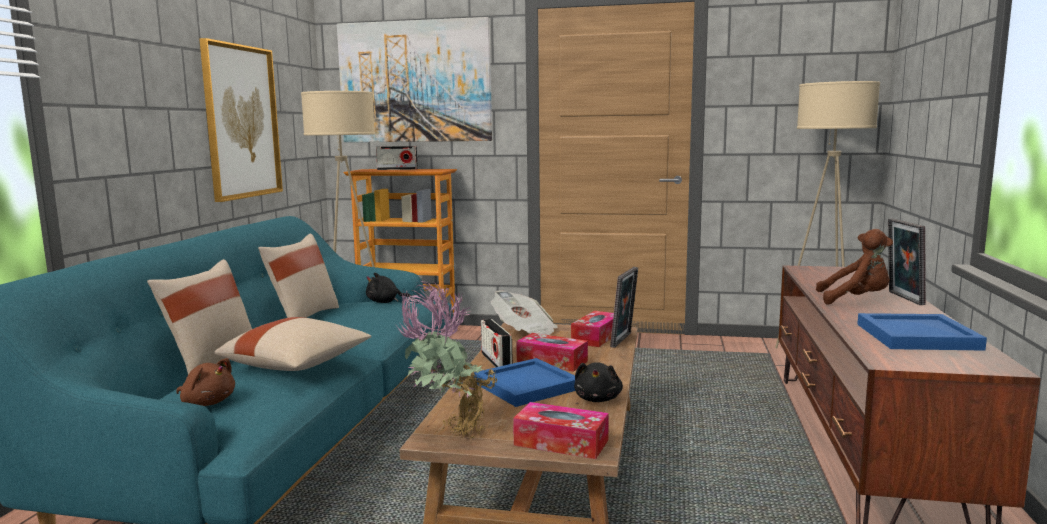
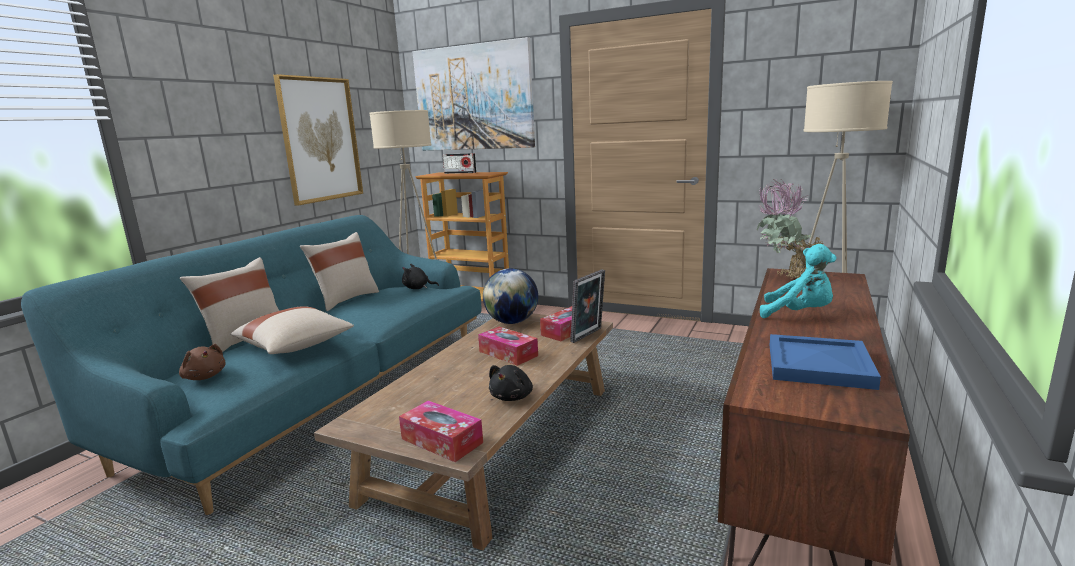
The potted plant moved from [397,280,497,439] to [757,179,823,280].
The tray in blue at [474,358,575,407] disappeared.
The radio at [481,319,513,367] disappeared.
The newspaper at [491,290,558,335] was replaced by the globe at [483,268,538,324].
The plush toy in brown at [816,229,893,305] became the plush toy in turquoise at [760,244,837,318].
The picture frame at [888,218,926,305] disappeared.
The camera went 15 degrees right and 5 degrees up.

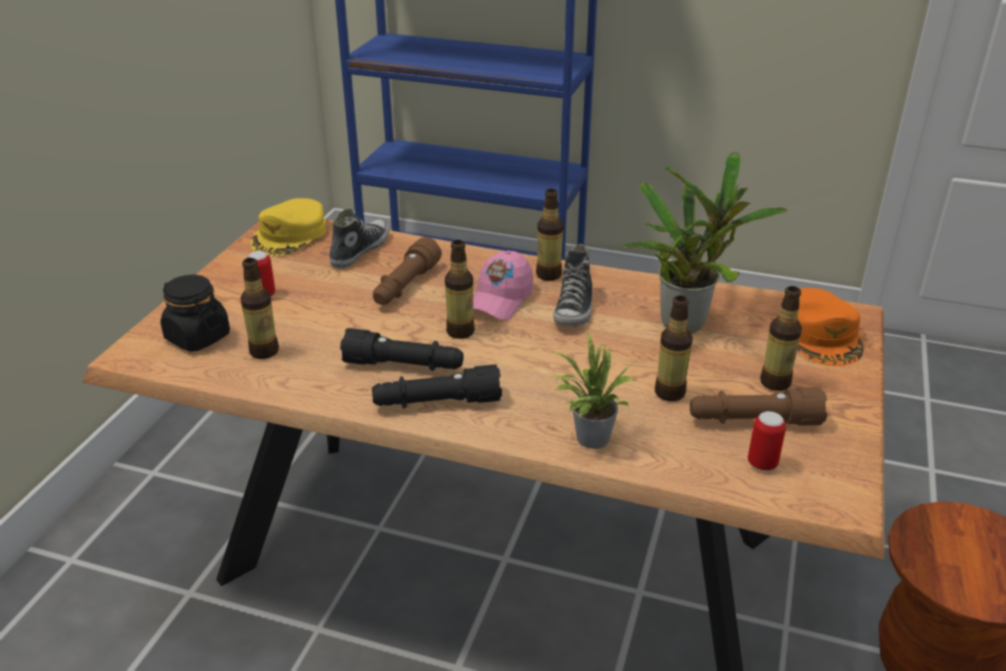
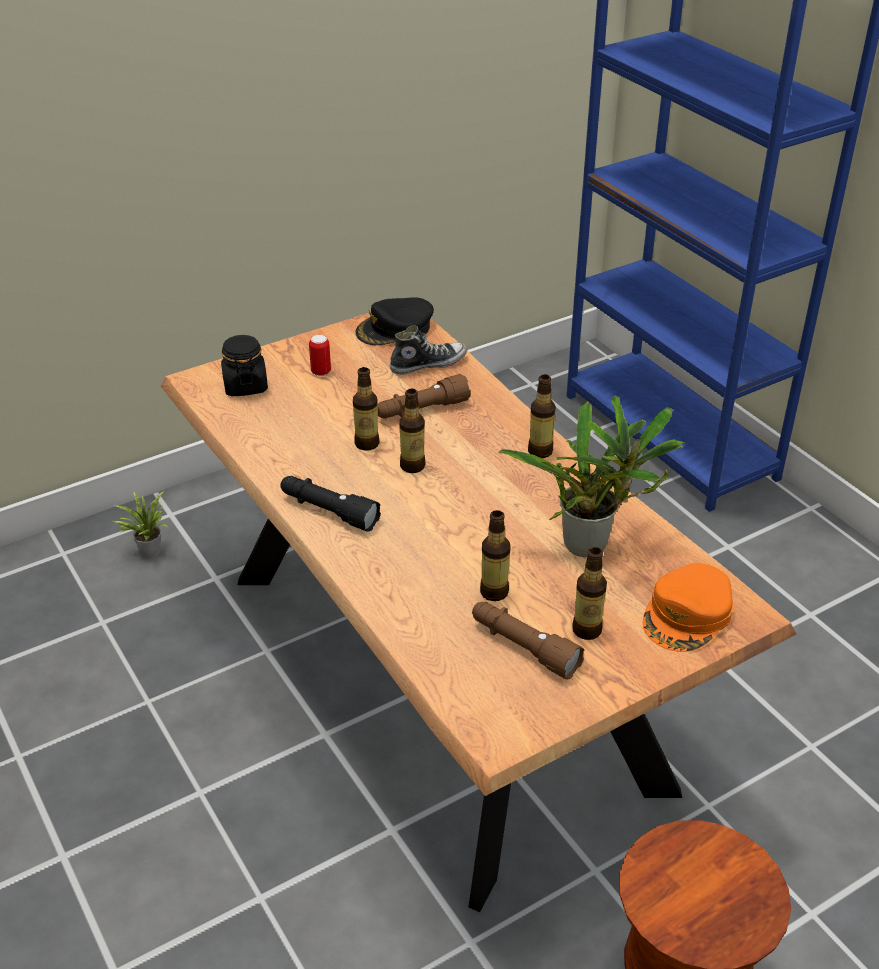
The bottle moved from [240,258,279,359] to [353,367,379,451].
The cap in yellow at [251,198,326,257] became the cap in black at [356,297,434,345].
The flashlight in black at [340,328,464,371] disappeared.
The cap in pink at [473,251,533,320] disappeared.
The potted plant moved from [551,332,636,449] to [113,490,167,558].
The shoe at [553,244,593,327] disappeared.
The can at [748,411,786,471] disappeared.
The camera went 40 degrees right and 5 degrees up.

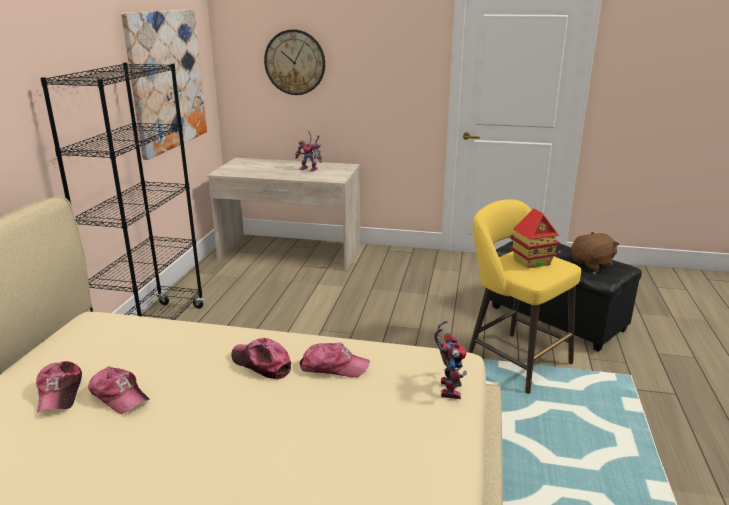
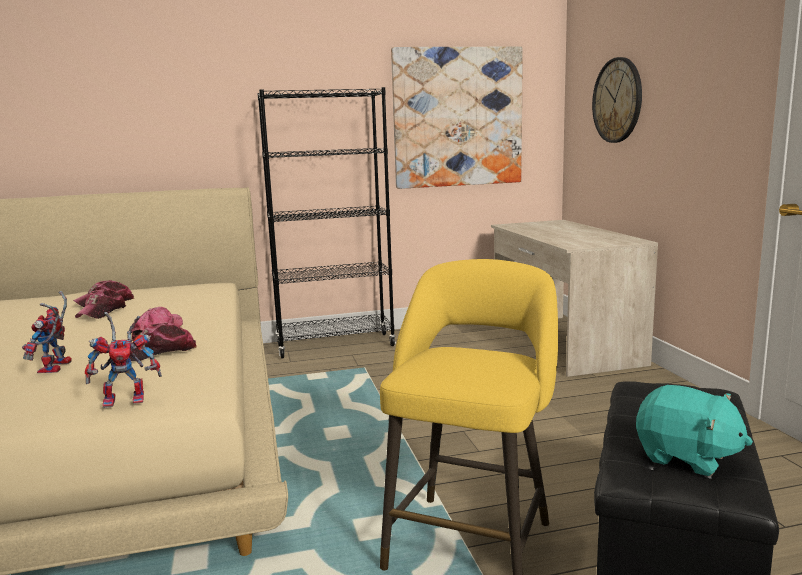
The toy robot moved from [295,131,322,172] to [22,291,72,373].
The cap at [299,342,370,377] turned 75 degrees clockwise.
The toy house at [510,209,560,268] disappeared.
The plush toy in brown at [571,232,619,271] became the plush toy in turquoise at [636,385,753,476].
The camera went 65 degrees right and 10 degrees down.

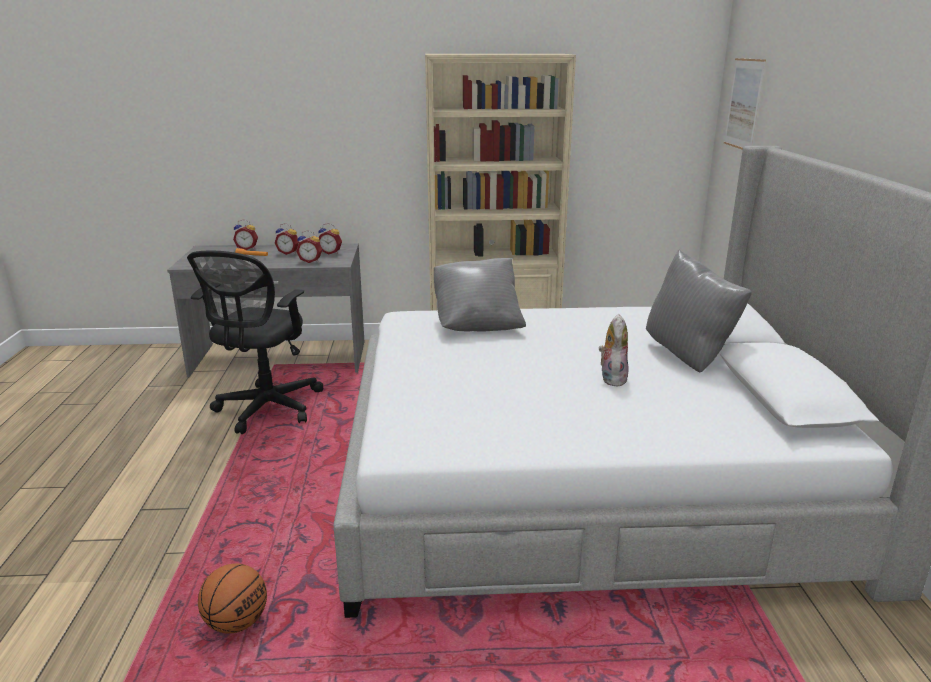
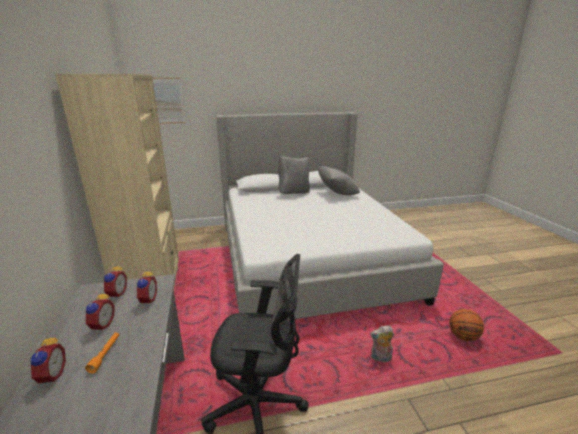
The pillow in grey moved from [434,258,526,332] to [318,166,360,195].
The plush toy moved from [599,314,628,387] to [370,326,394,362].
The camera went 100 degrees left and 0 degrees up.

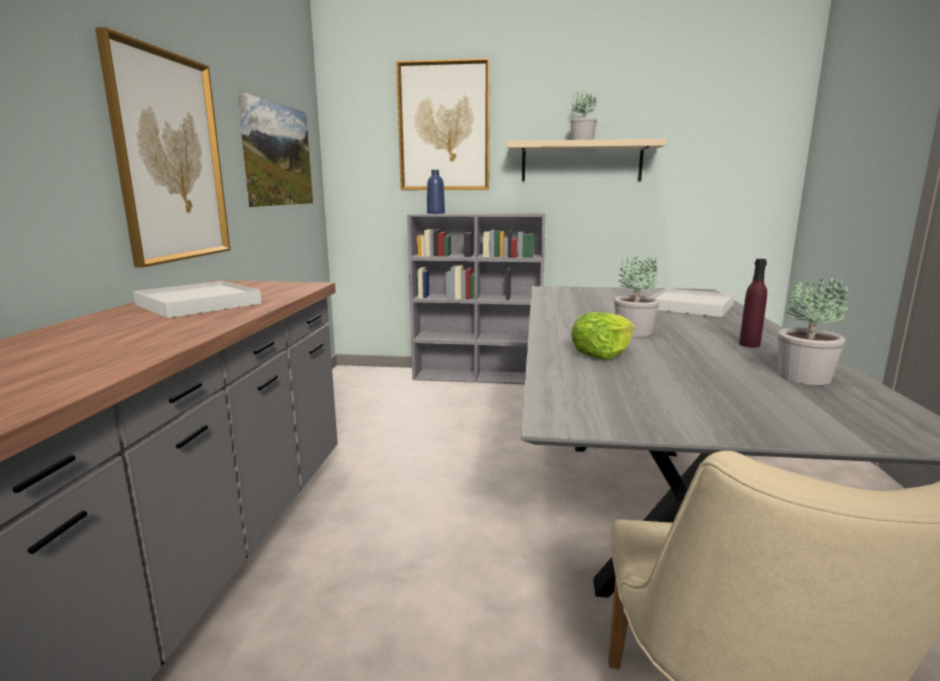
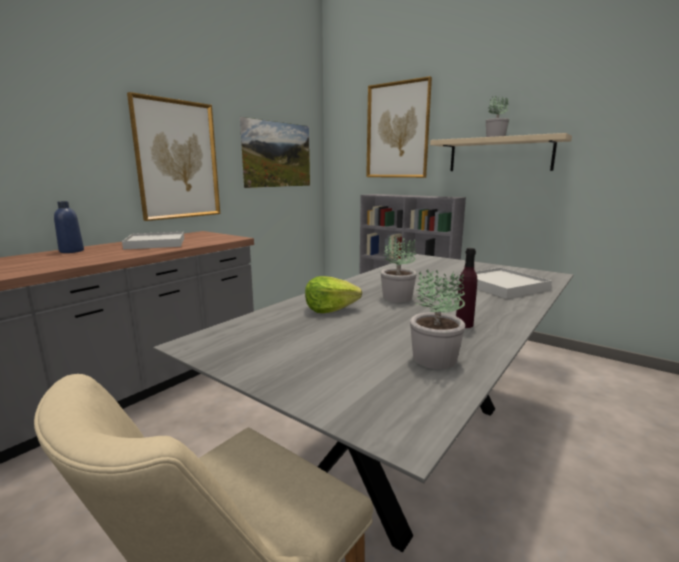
The bottle in blue moved from [427,170,445,214] to [54,201,84,253].
The camera went 30 degrees right and 0 degrees up.

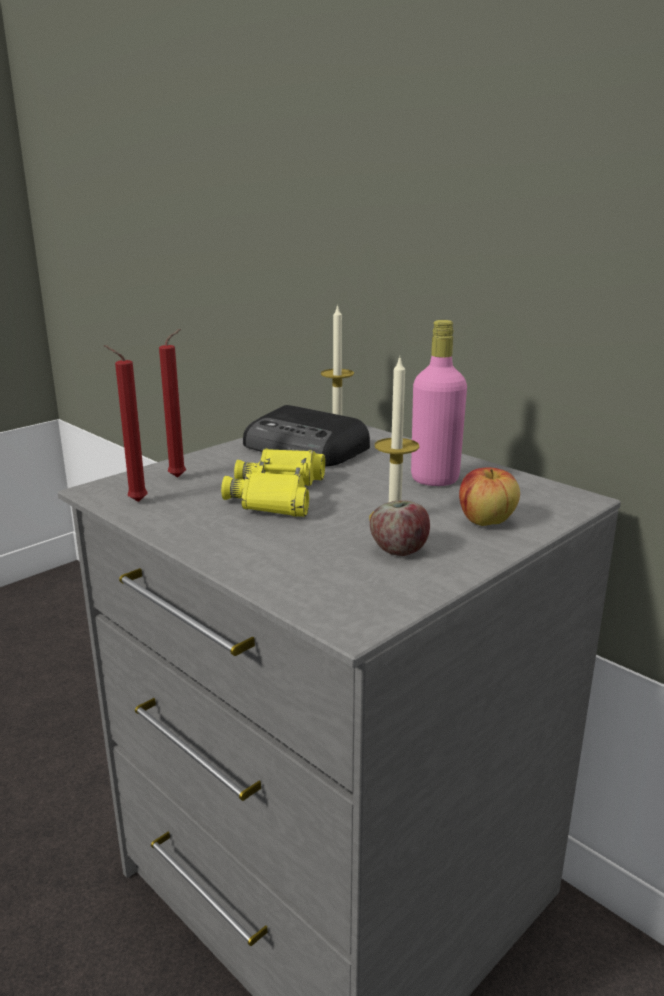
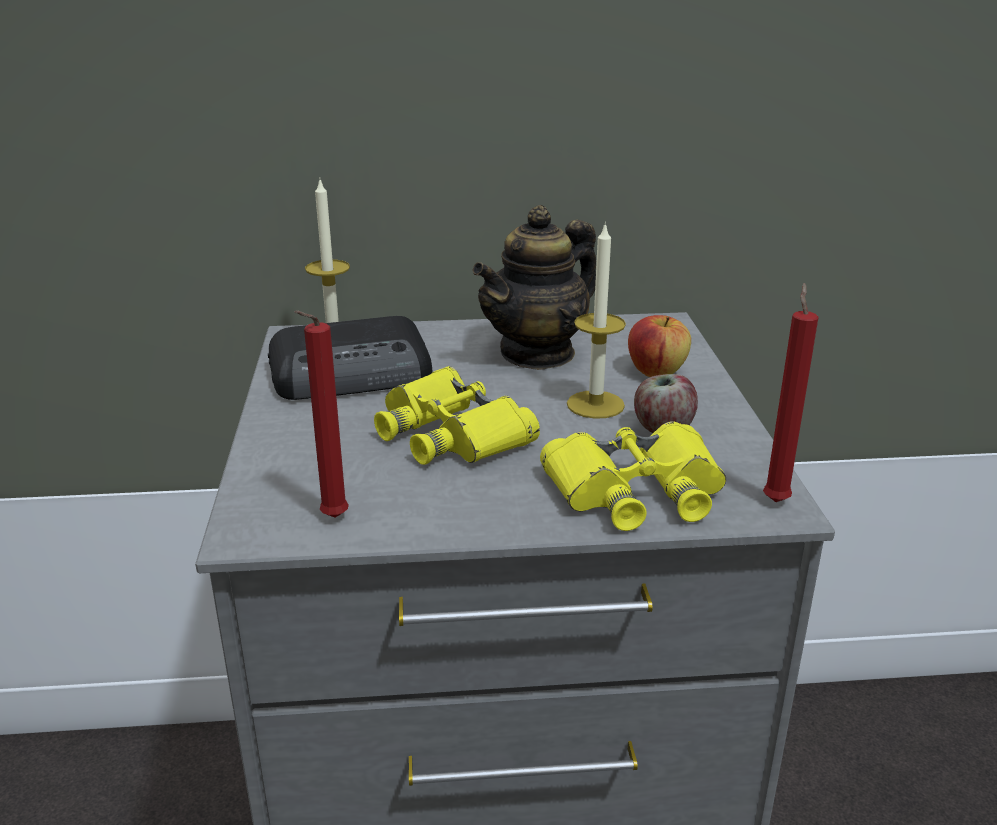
The candle in red moved from [159,329,186,478] to [763,283,818,502].
The bottle in pink at [411,320,467,486] was replaced by the teapot at [472,205,596,370].
The binoculars in yellow at [540,421,726,531] appeared.
The camera went 50 degrees left and 5 degrees up.

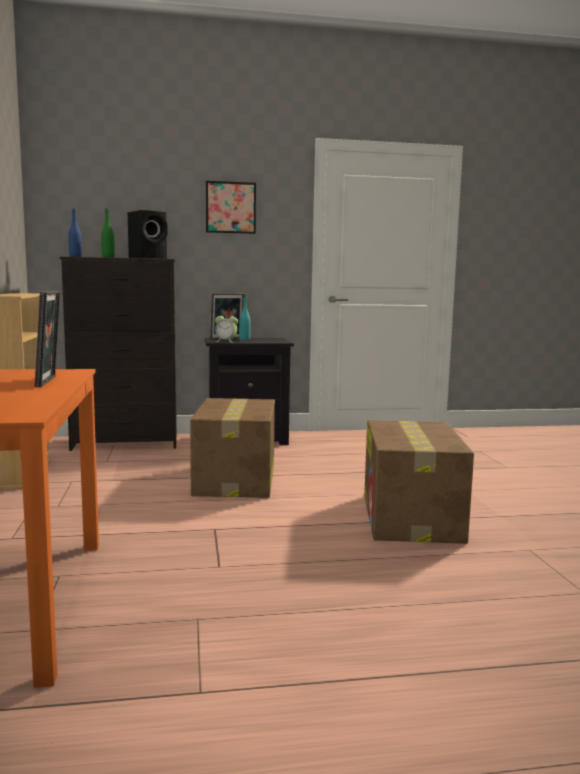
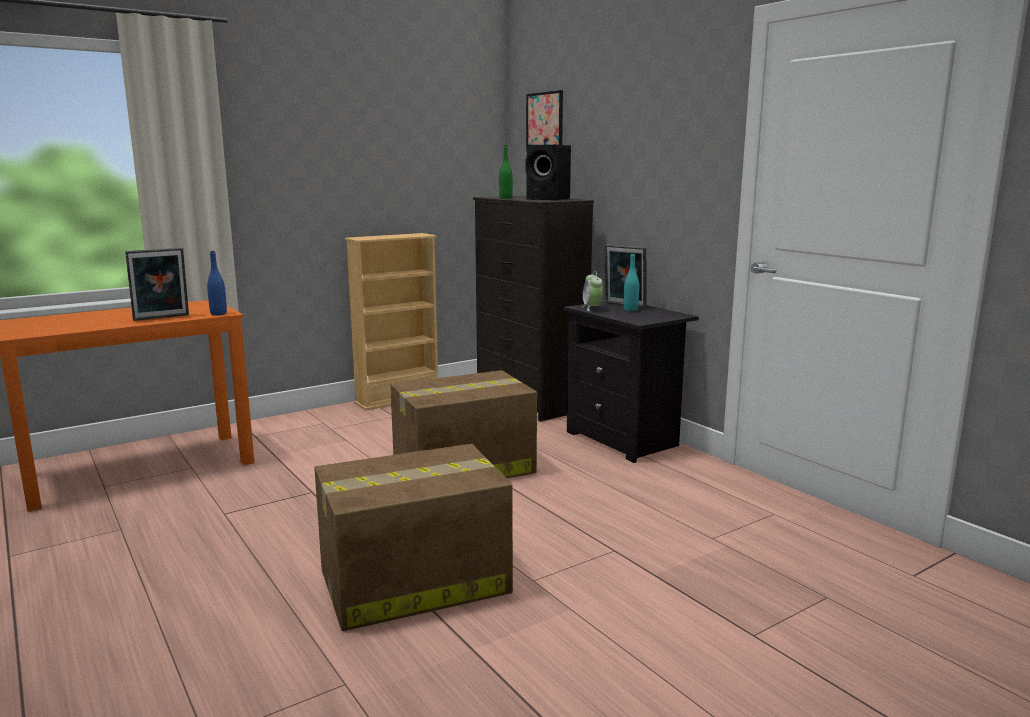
The bottle in blue moved from [68,209,82,257] to [207,251,227,315].
The picture moved from [206,181,256,234] to [526,90,563,152].
The camera went 65 degrees right and 5 degrees up.

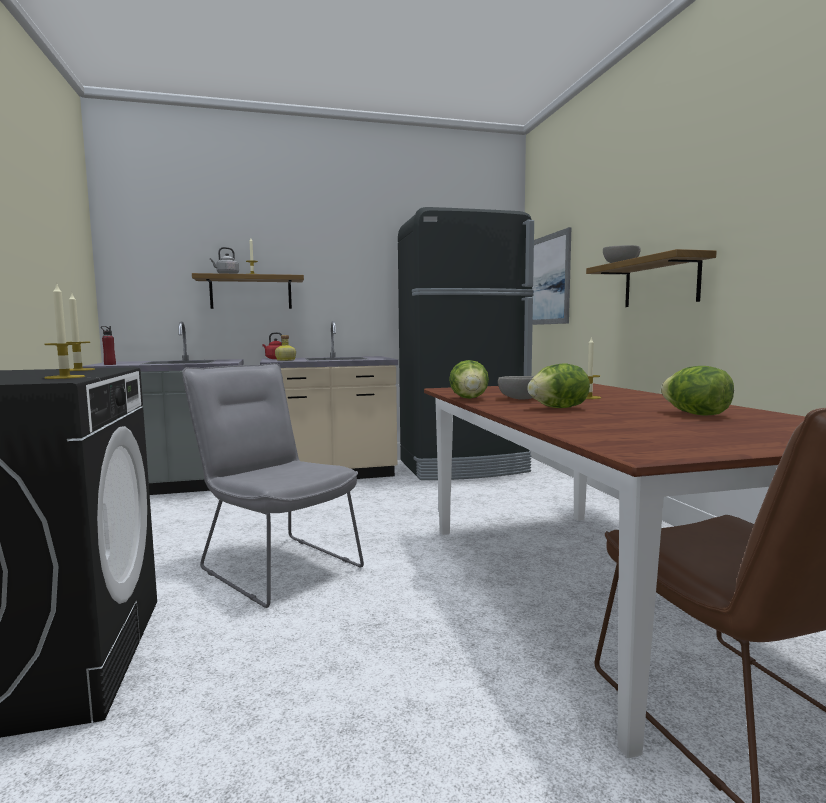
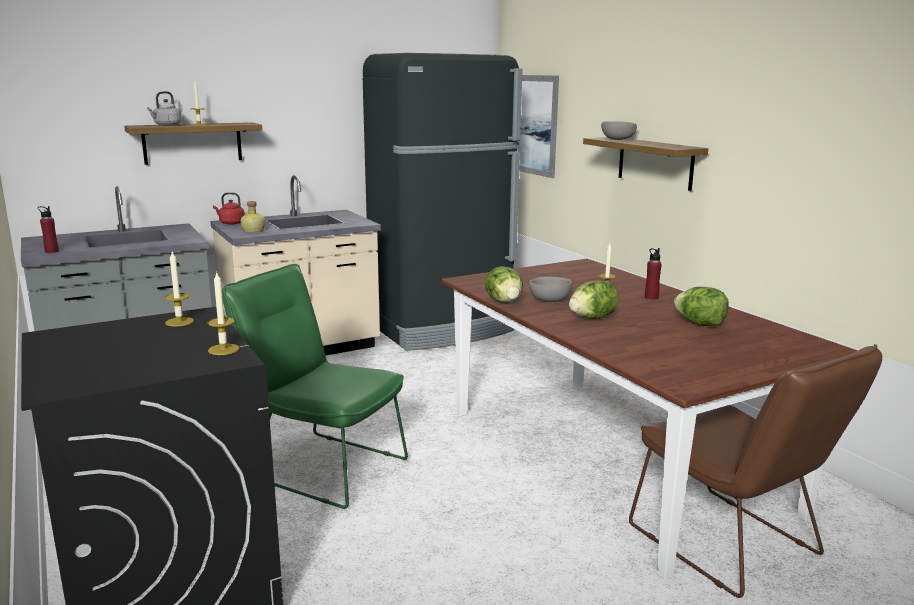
The chair in grey at [182,363,364,608] became the chair in green at [222,264,408,509].
The bottle in red at [645,248,662,300] appeared.
The camera went 15 degrees left and 10 degrees up.

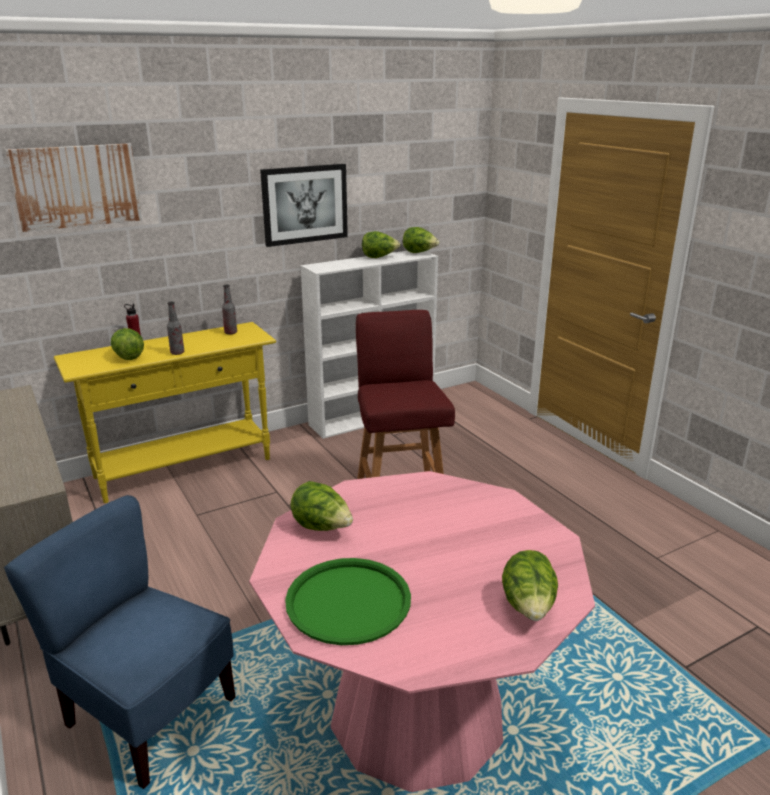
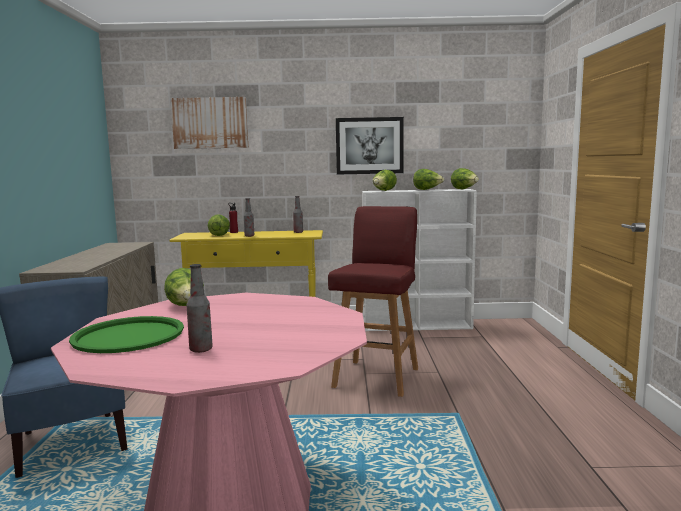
The lettuce moved from [502,550,558,621] to [373,170,397,191].
The bottle at [187,264,213,353] appeared.
The camera went 30 degrees right and 15 degrees down.

